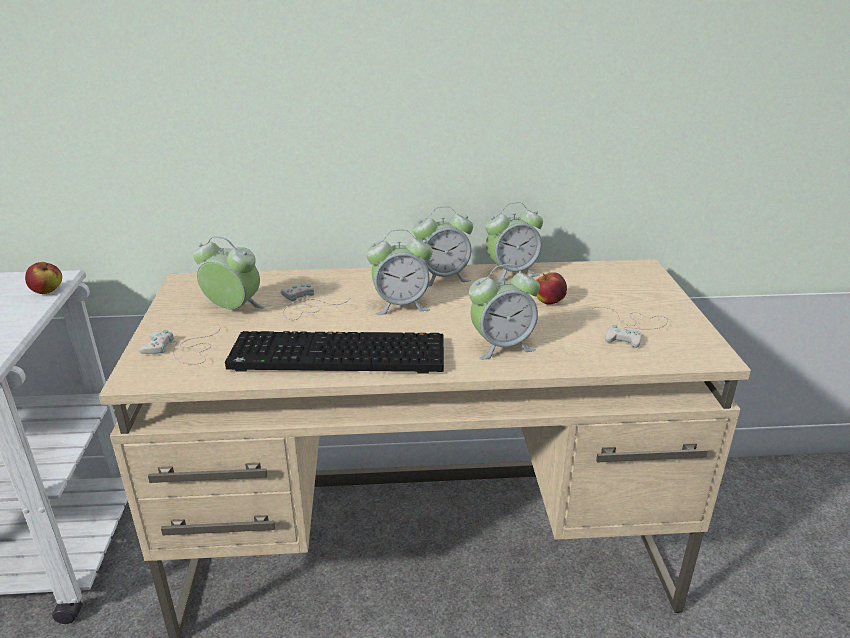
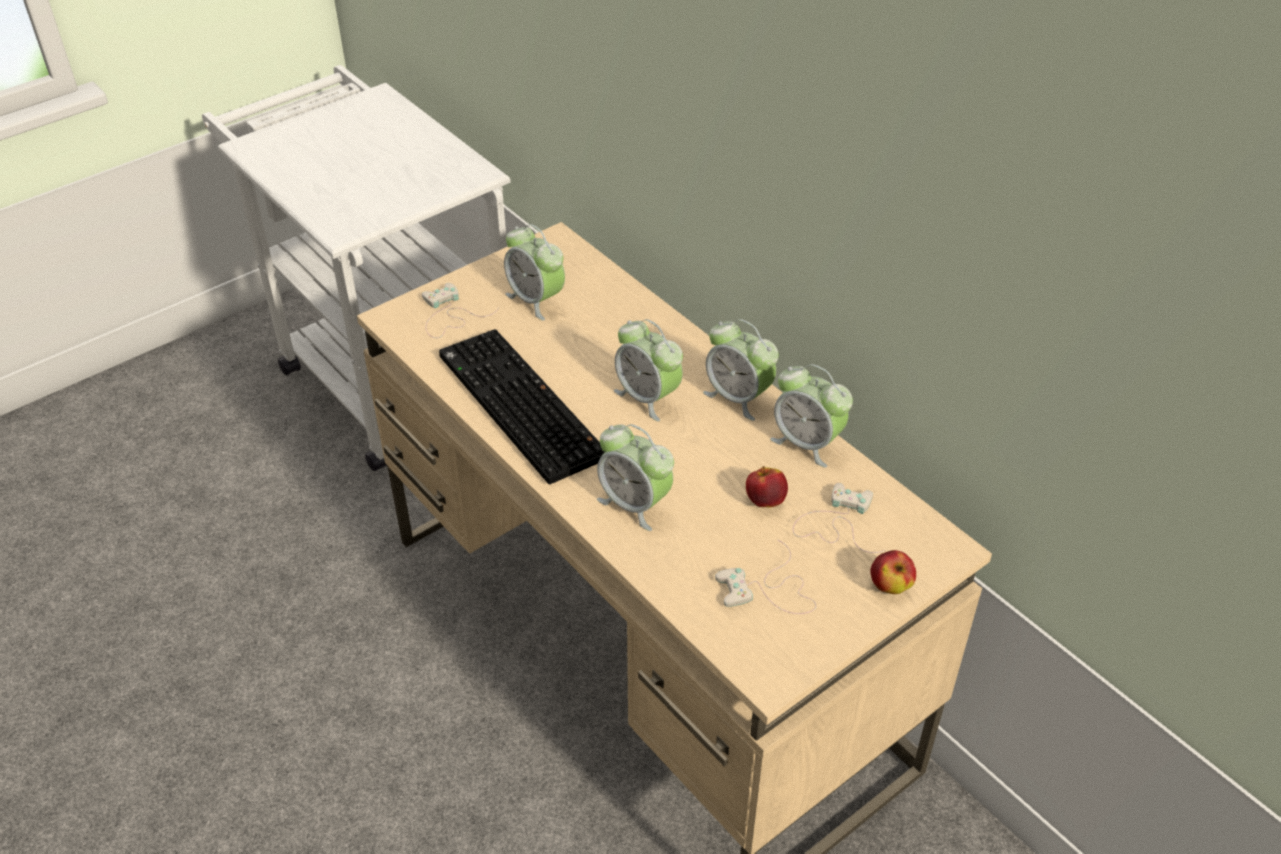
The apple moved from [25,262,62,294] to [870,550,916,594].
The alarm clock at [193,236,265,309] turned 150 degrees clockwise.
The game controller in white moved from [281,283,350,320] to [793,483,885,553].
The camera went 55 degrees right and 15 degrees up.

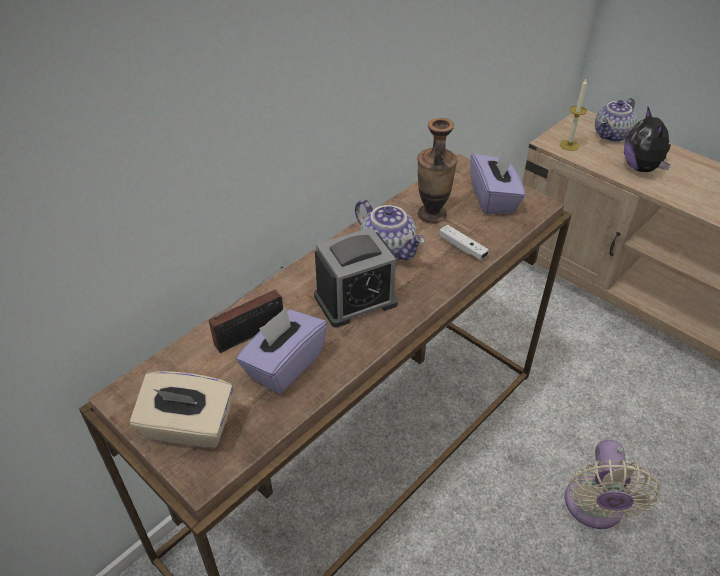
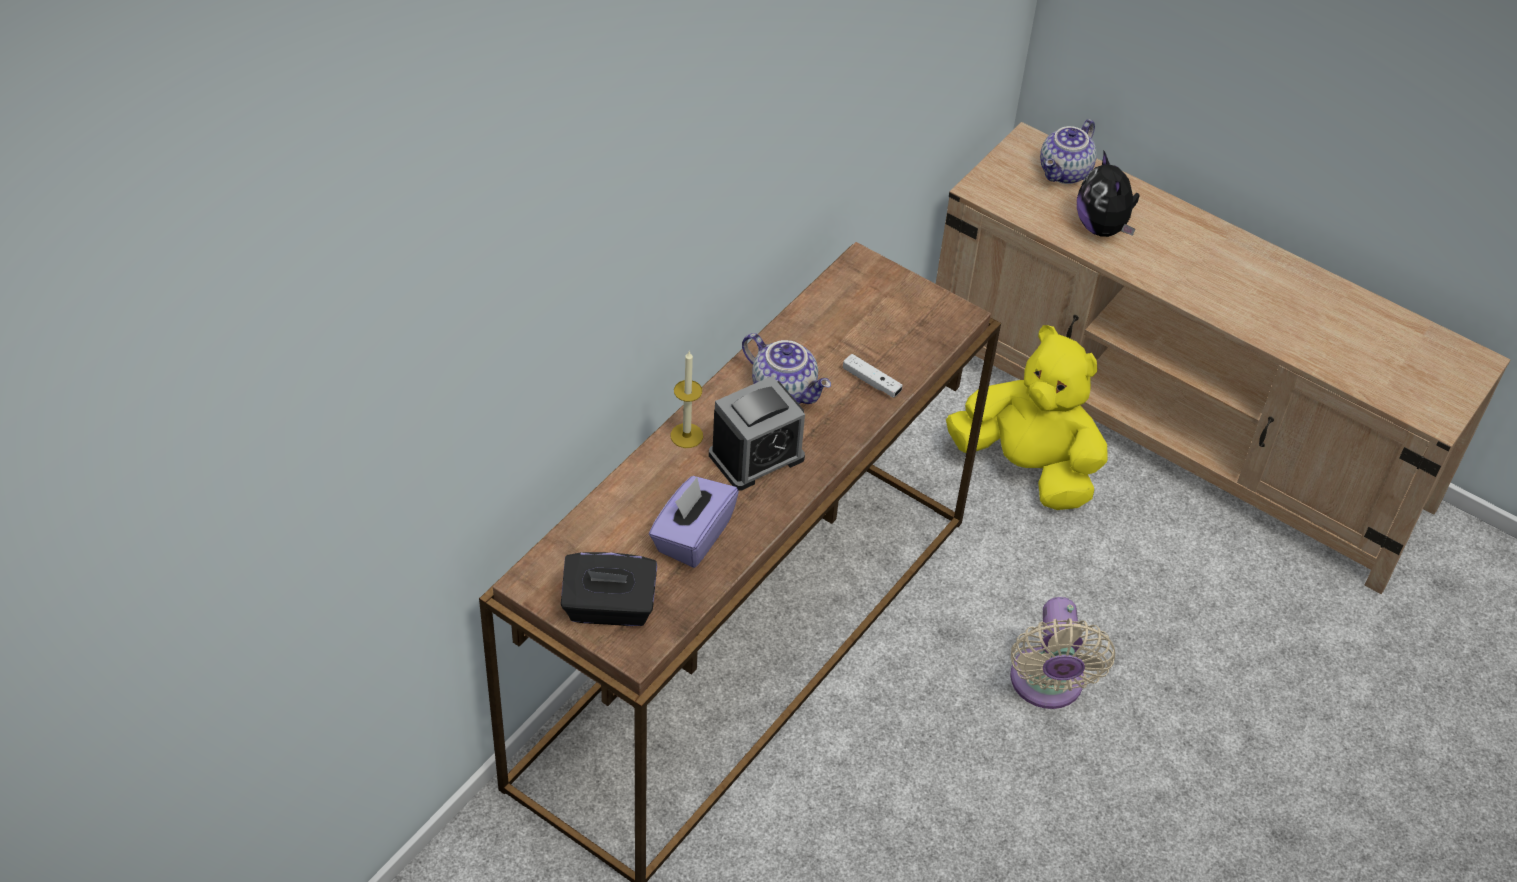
The tissue box in beige at [130,371,233,448] became the tissue box in black at [561,552,657,626].
The radio at [209,266,283,353] disappeared.
The vase at [418,118,457,224] disappeared.
The tissue box in purple at [470,149,526,215] disappeared.
The candle moved from [560,79,587,151] to [670,351,703,448].
The plush toy in yellow at [946,325,1108,510] appeared.
The camera went 10 degrees left and 5 degrees up.

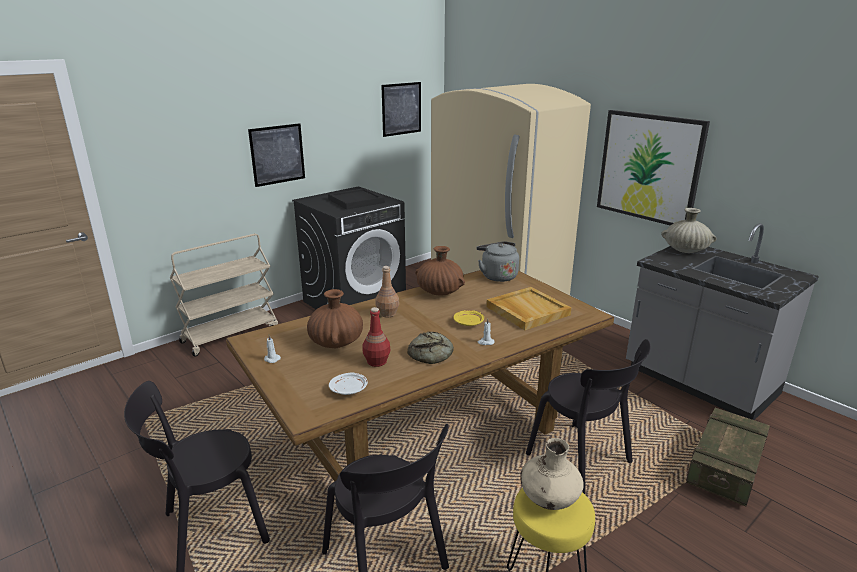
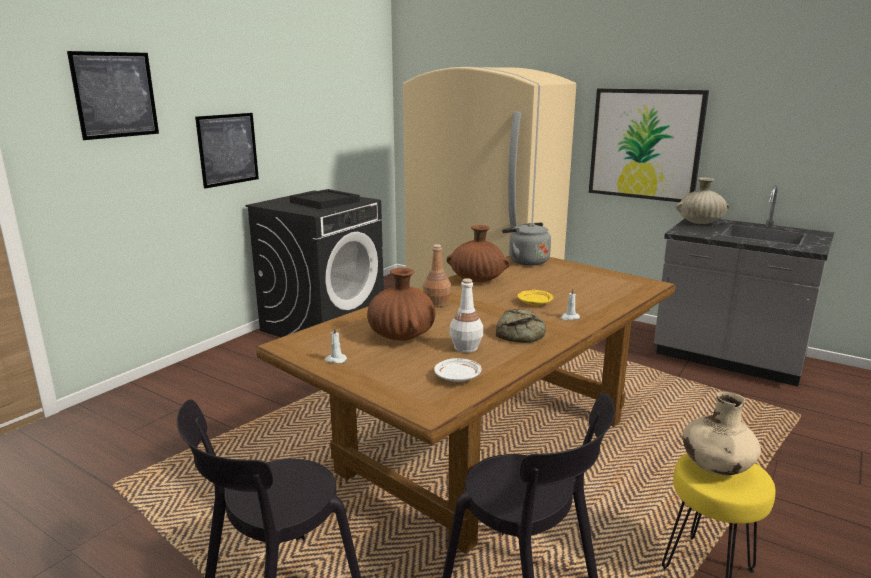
The cart in beige at [170,234,278,356] disappeared.
The bottle in red at [363,307,391,367] became the bottle in white at [449,278,483,353].
The picture moved from [381,82,421,137] to [67,51,159,140].
The tray in beige at [486,287,571,330] disappeared.
The chair in black at [526,339,650,494] disappeared.
The crate at [686,408,770,506] disappeared.
The camera went 15 degrees left and 5 degrees down.

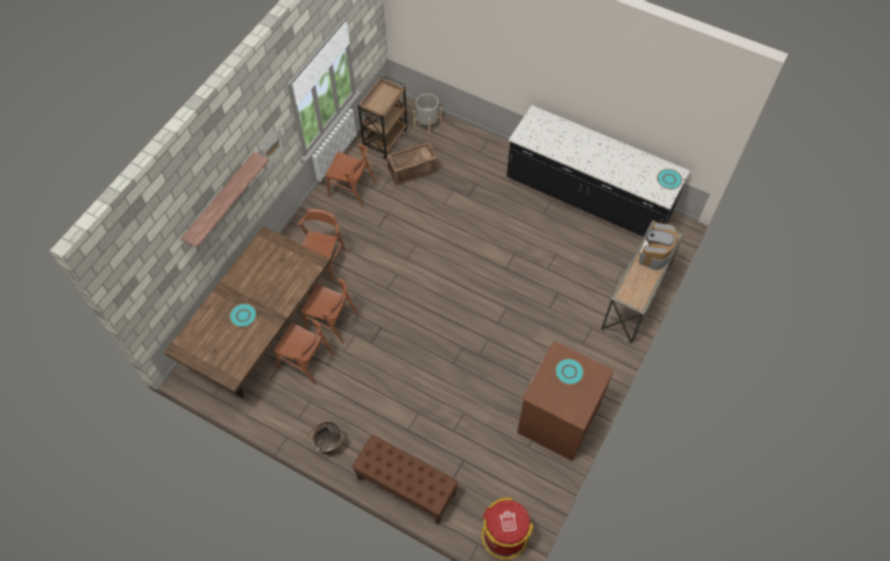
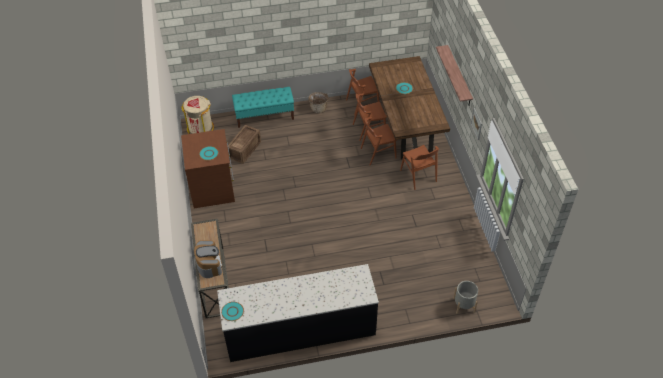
The chair in brown moved from [325,144,376,207] to [346,69,379,115].
The bench in brown at [352,435,458,525] became the bench in turquoise at [232,87,294,128].
The cart in brown at [357,76,408,159] disappeared.
The crate moved from [387,142,438,185] to [227,125,261,164].
The trash can in red at [482,497,533,559] became the trash can in beige at [181,96,214,134].
The camera went 140 degrees right and 10 degrees down.

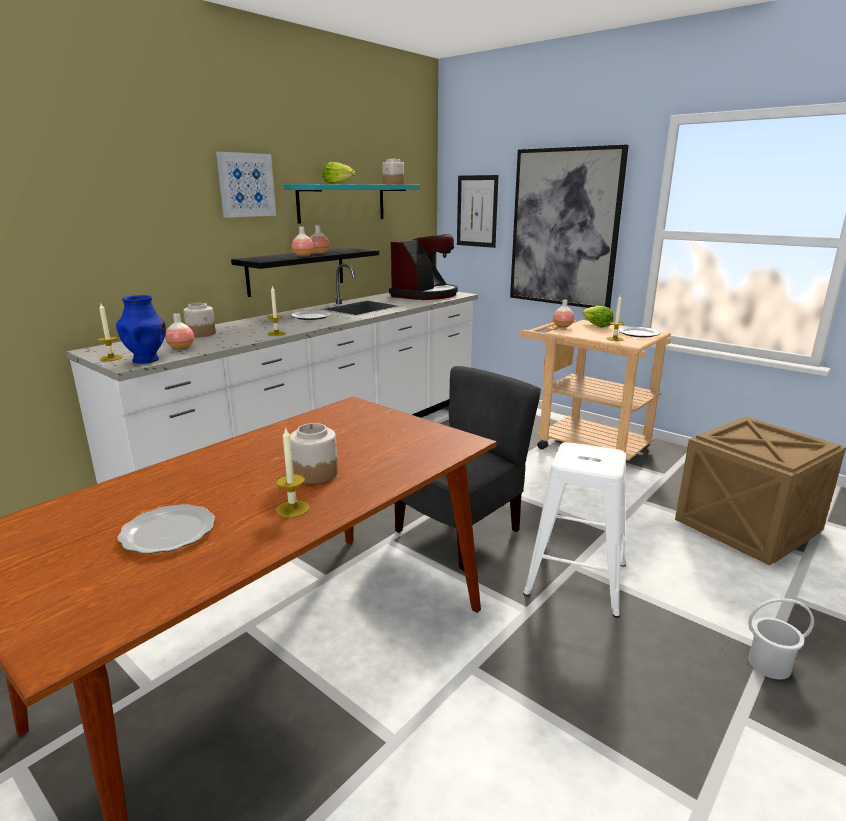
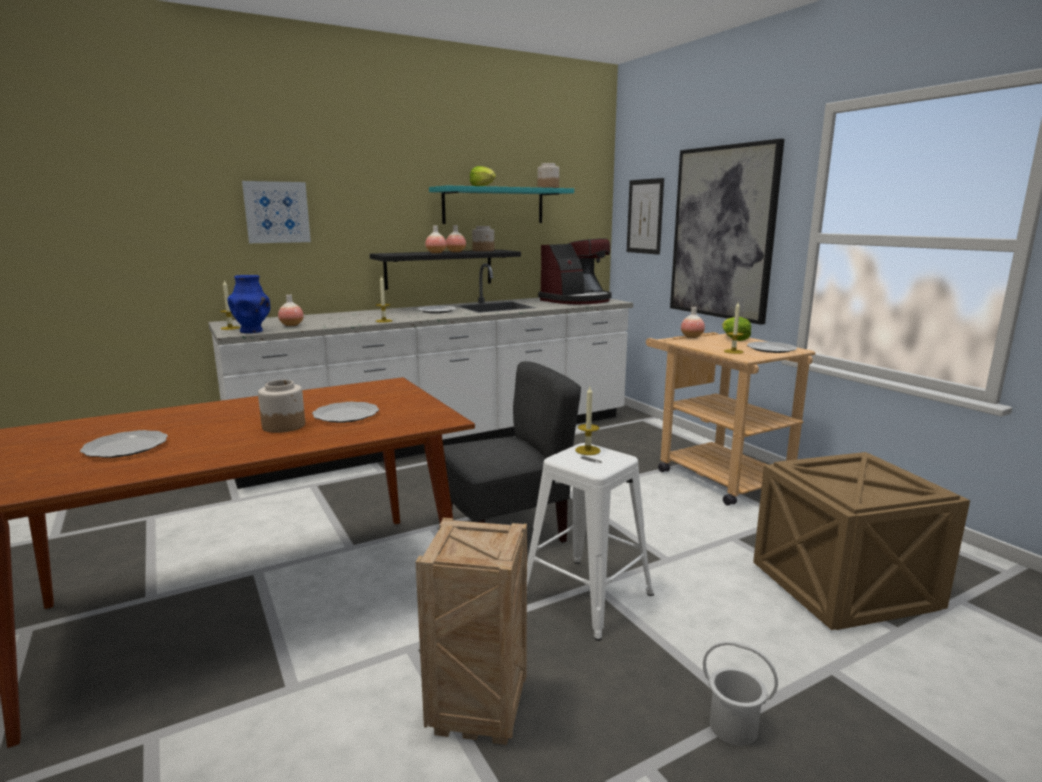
The jar moved from [184,303,216,337] to [472,226,494,251].
The picture moved from [216,152,276,218] to [242,181,311,243].
The candle moved from [276,427,310,518] to [575,387,600,455].
The plate at [312,402,379,423] appeared.
The crate at [416,518,527,745] appeared.
The camera went 20 degrees right and 5 degrees down.

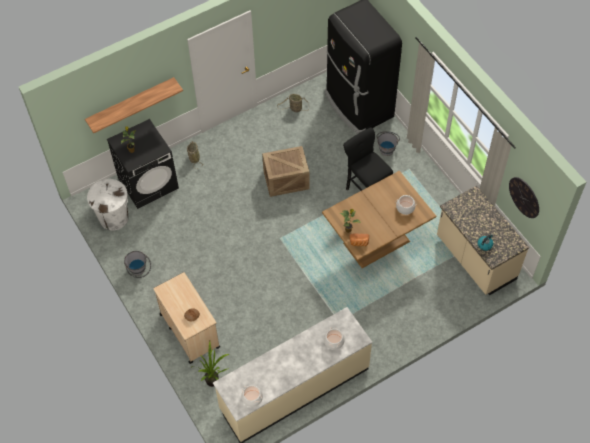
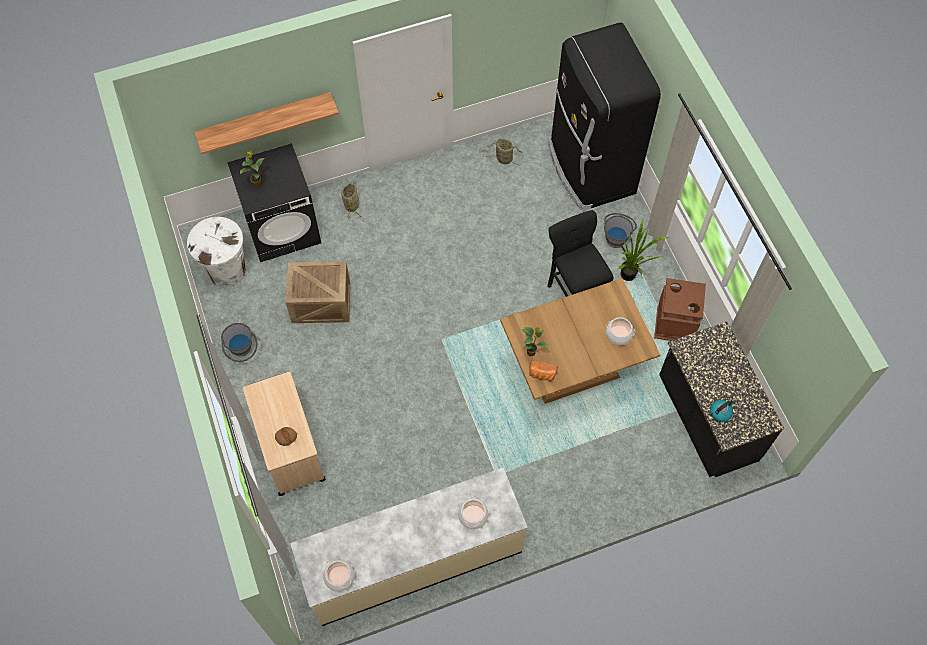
The potted plant moved from [191,341,229,387] to [618,219,670,281].
The crate moved from [262,146,309,197] to [286,261,350,323].
The counter in beige at [437,186,529,295] became the counter in black at [659,322,784,477].
The wall clock at [509,177,539,218] disappeared.
The trash can in brown at [654,278,706,341] appeared.
The camera went 10 degrees right and 5 degrees up.

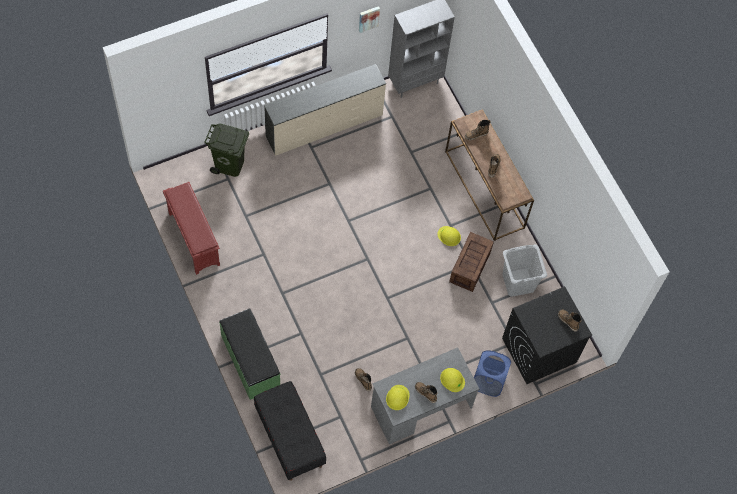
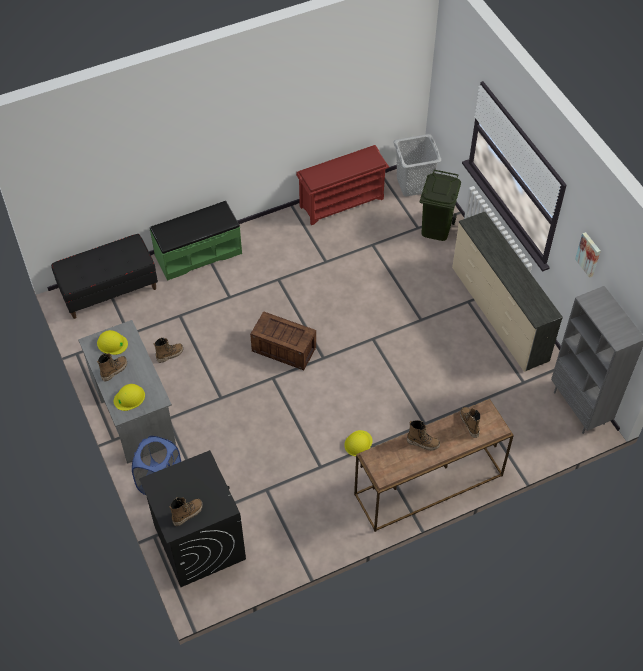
The crate moved from [449,232,494,292] to [250,311,316,370].
The laundry basket in grey moved from [502,245,547,297] to [393,134,441,197].
The camera went 95 degrees right and 10 degrees down.

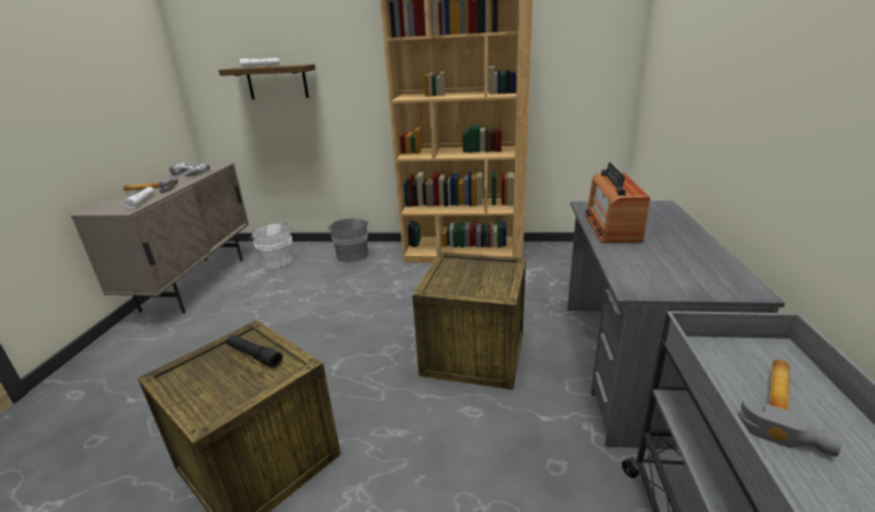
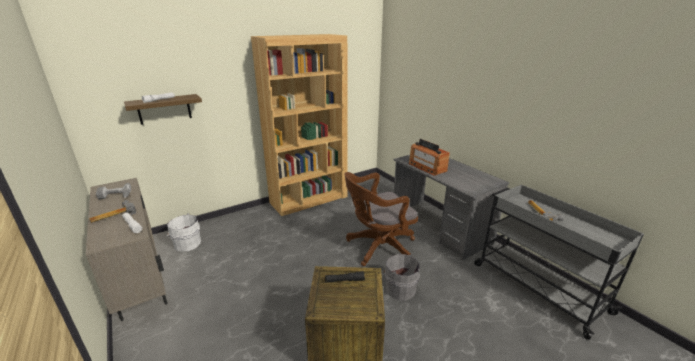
The bucket in grey moved from [328,218,368,262] to [382,254,420,301].
The crate at [412,252,526,390] was replaced by the office chair in brown at [345,172,418,266].
The camera went 40 degrees left and 0 degrees up.

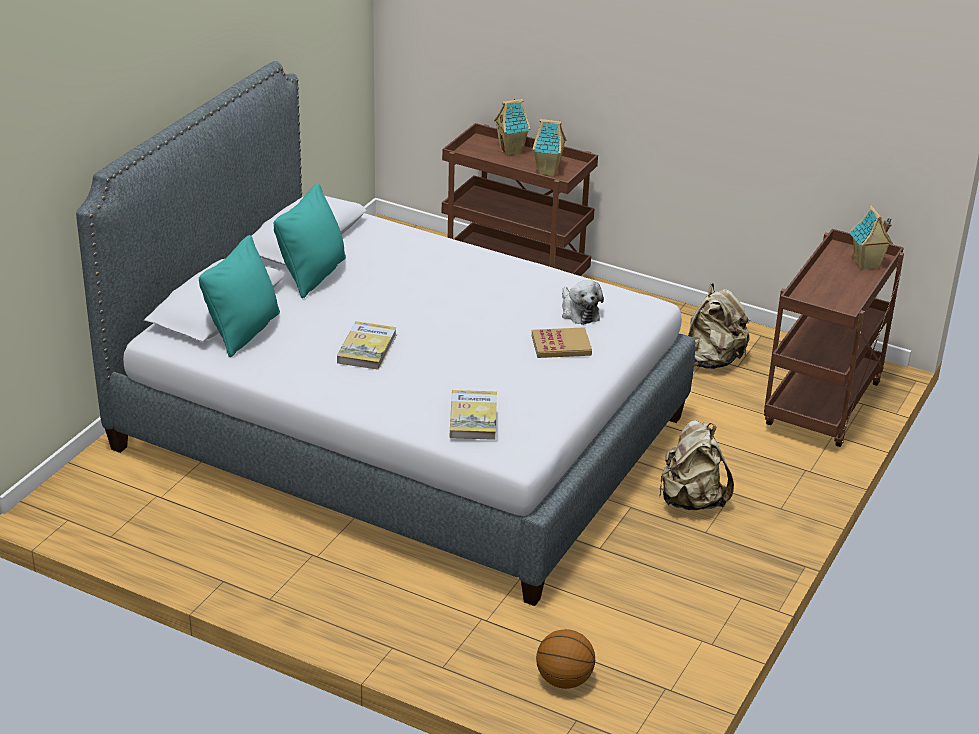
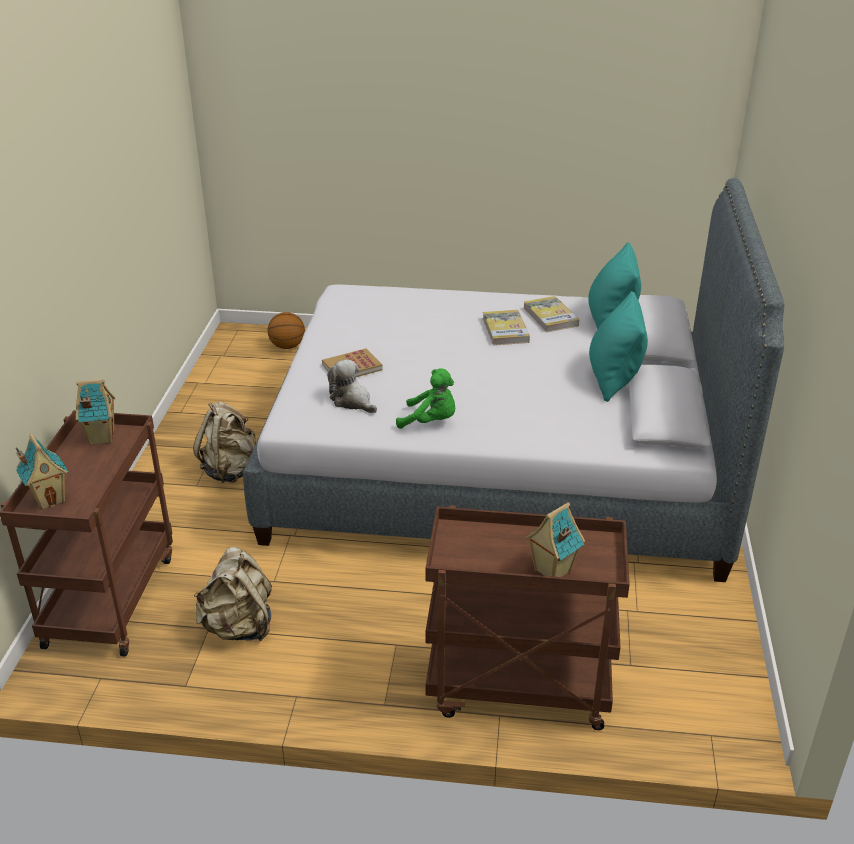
The book moved from [450,390,497,440] to [524,296,579,332].
The toy house moved from [533,119,566,176] to [76,380,115,445].
The plush toy in green at [396,369,455,429] appeared.
The camera went 160 degrees right and 0 degrees up.

